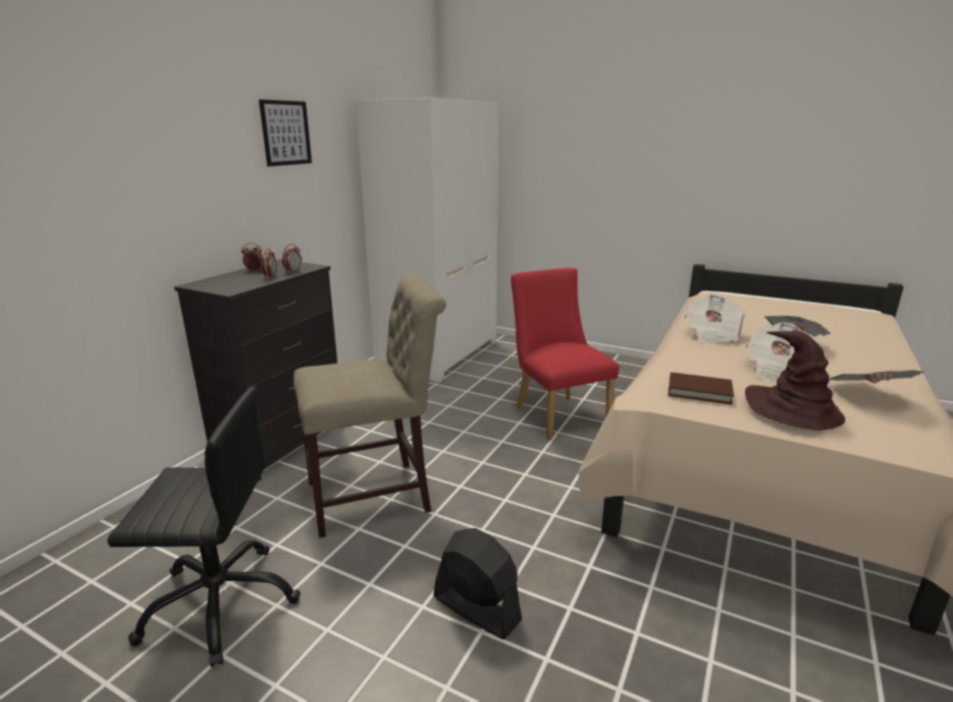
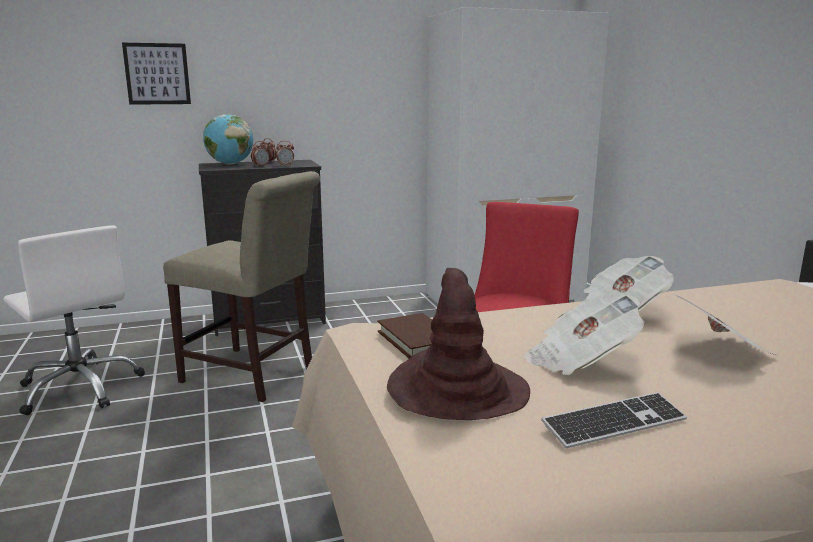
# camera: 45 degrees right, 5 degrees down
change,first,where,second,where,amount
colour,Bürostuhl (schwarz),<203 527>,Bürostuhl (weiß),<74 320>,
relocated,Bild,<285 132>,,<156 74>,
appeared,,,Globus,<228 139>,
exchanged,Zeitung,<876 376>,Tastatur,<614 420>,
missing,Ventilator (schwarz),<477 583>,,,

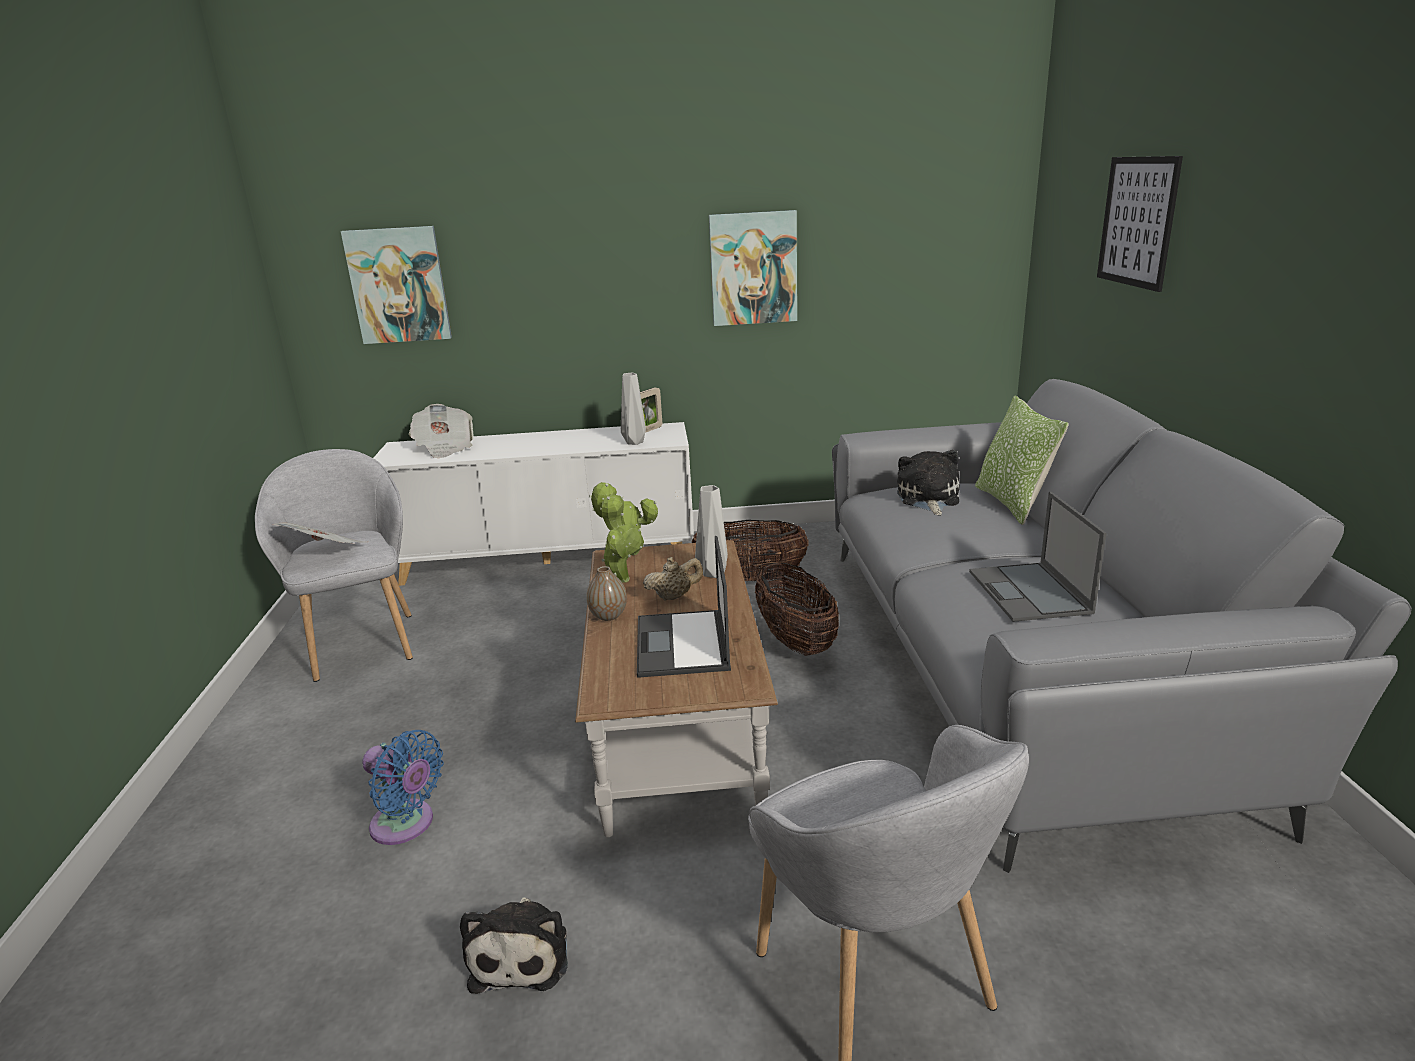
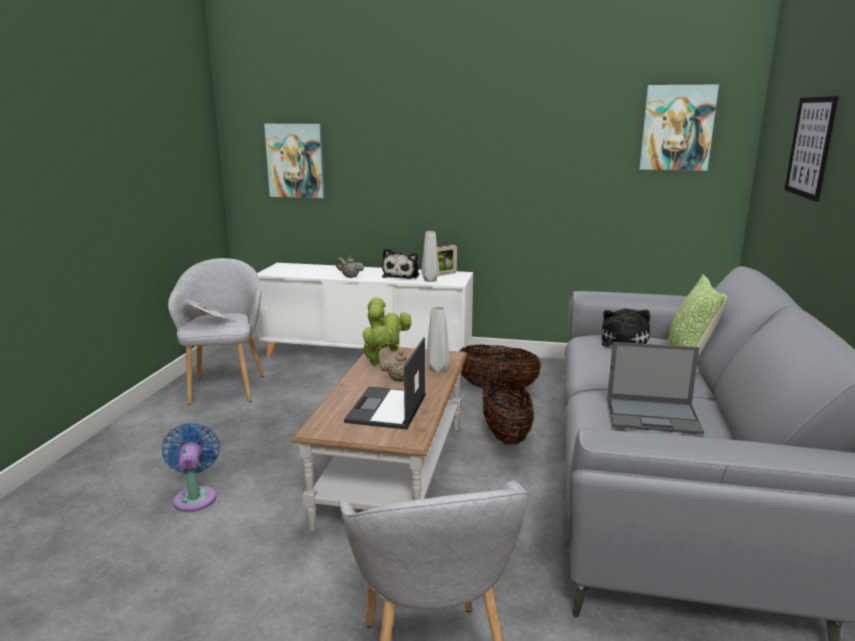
# camera: 15 degrees right, 5 degrees down
change,first,where,second,where,amount
spun,Ventilator (blau),<403 787>,,<191 467>,150 degrees counterclockwise
appeared,,,Teekanne (beige),<350 267>,
relocated,Plüschtier,<514 945>,,<400 263>,
spun,Laptop,<1038 557>,,<655 388>,90 degrees counterclockwise
relocated,Bild,<753 268>,,<679 128>,
missing,Zeitung,<441 431>,,,
missing,Vase,<606 593>,,,

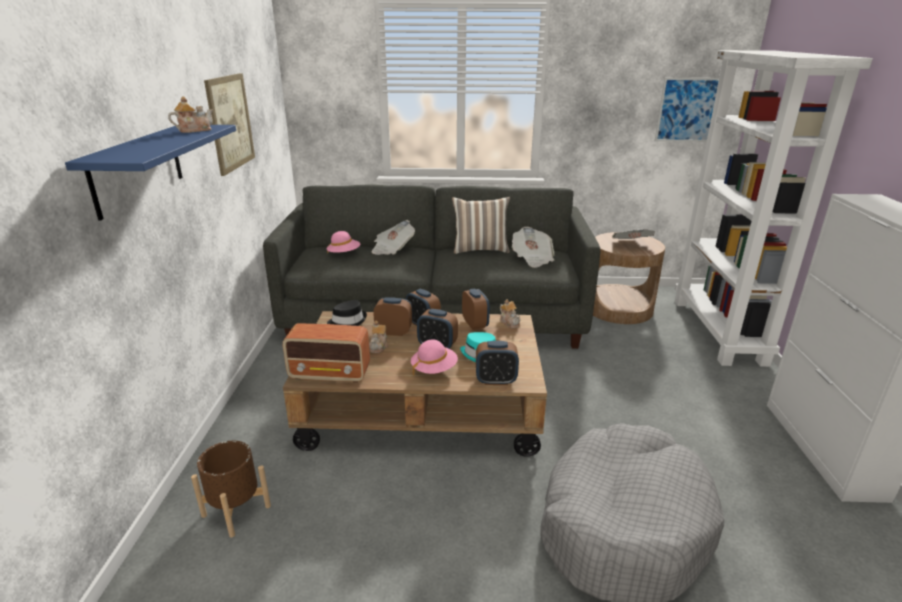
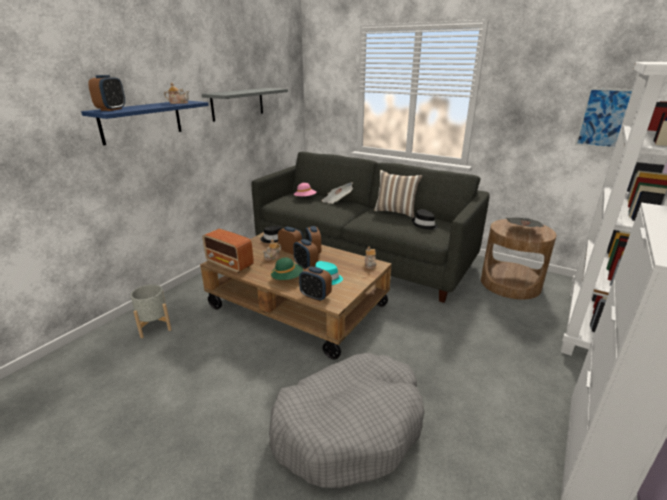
# camera: 30 degrees right, 0 degrees up
change,first,where,second,where,amount
relocated,Wecker,<476 309>,,<106 93>,
colour,Pflanzkübel (braun),<231 489>,Pflanzkübel (grau),<151 311>,
exchanged,Bild,<229 124>,Wandregal (grau),<245 105>,
colour,Hut (rosa),<434 357>,Hut (grün),<287 268>,
exchanged,Zeitung,<533 247>,Hut (schwarz),<425 219>,

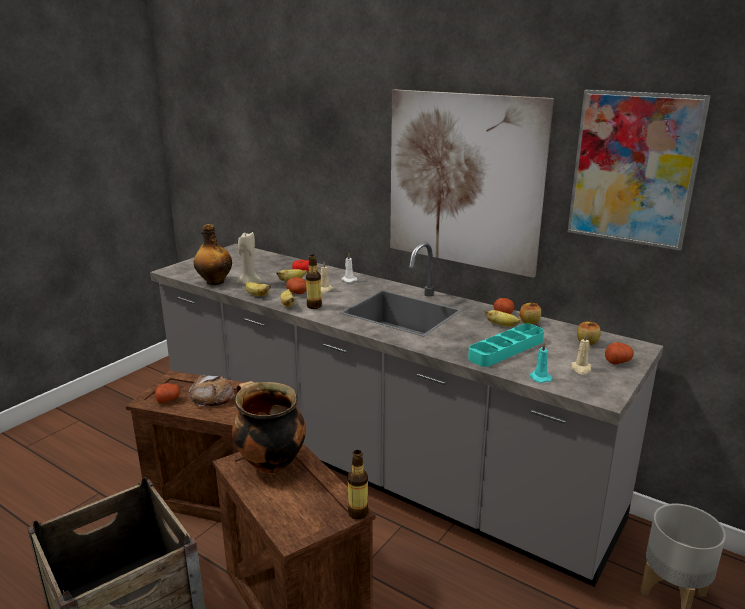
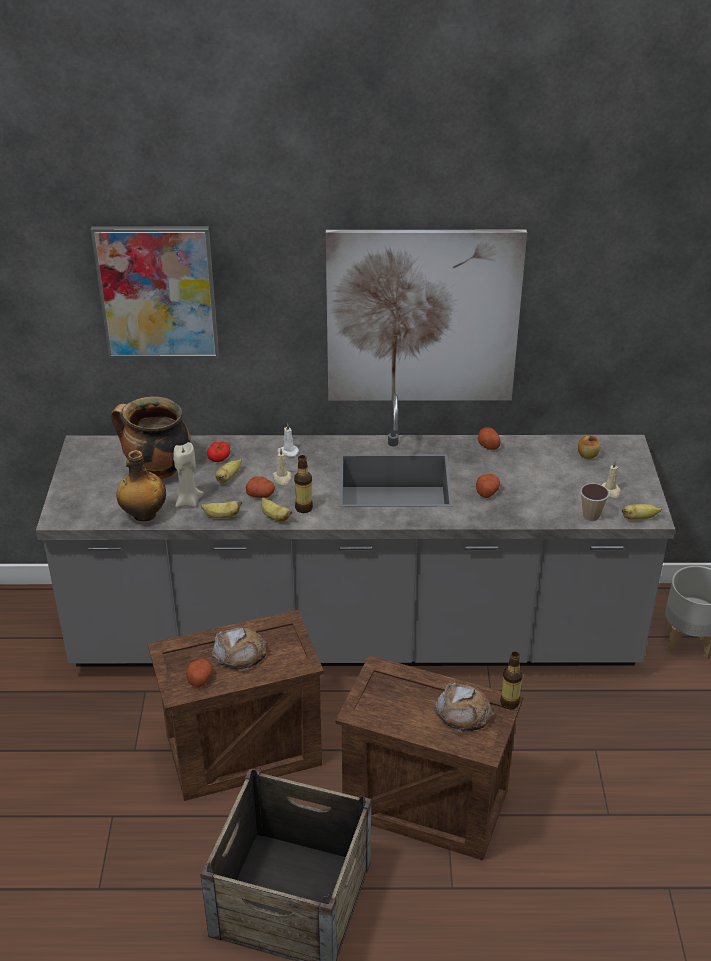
# camera: 35 degrees left, 15 degrees up
change,first,where,second,where,amount
relocated,Bild,<639 170>,,<155 292>,
relocated,Kochtopf,<269 427>,,<150 438>,
appeared,,,Brot,<464 708>,
relocated,Kartoffel,<619 353>,,<488 486>,
exchanged,Kerze (türkis),<541 362>,Tasse,<594 502>,
relocated,Banane,<502 318>,,<642 512>,
missing,Tablett (türkis),<506 345>,,,
missing,Apfel,<530 313>,,,

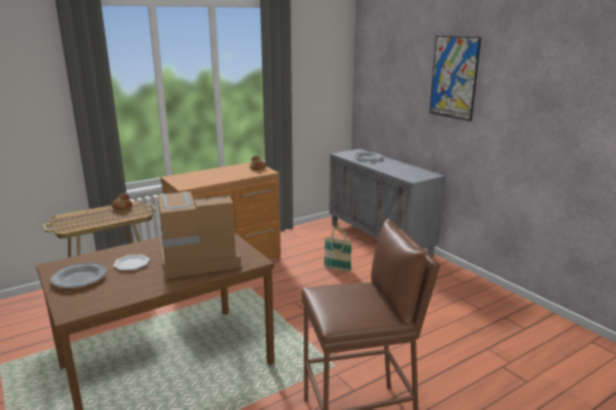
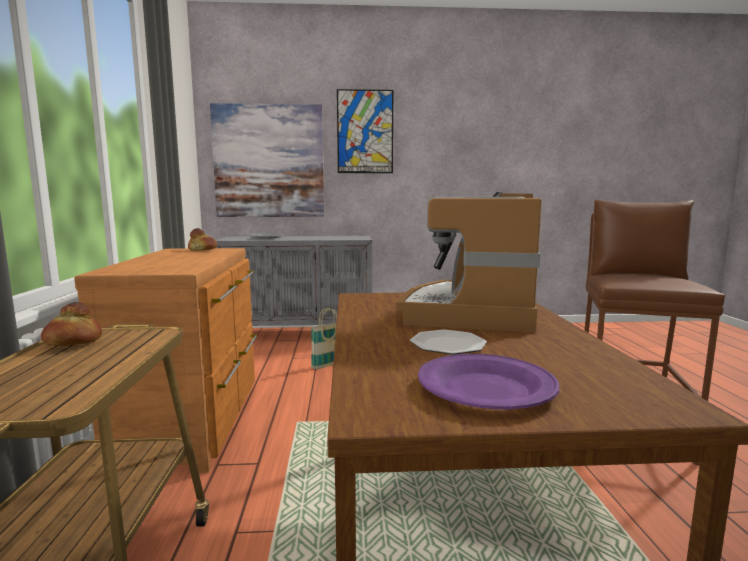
# camera: 60 degrees left, 10 degrees down
change,first,where,second,where,amount
appeared,,,Bild,<267 160>,
colour,Teller (grau),<78 275>,Teller (lila),<489 381>,

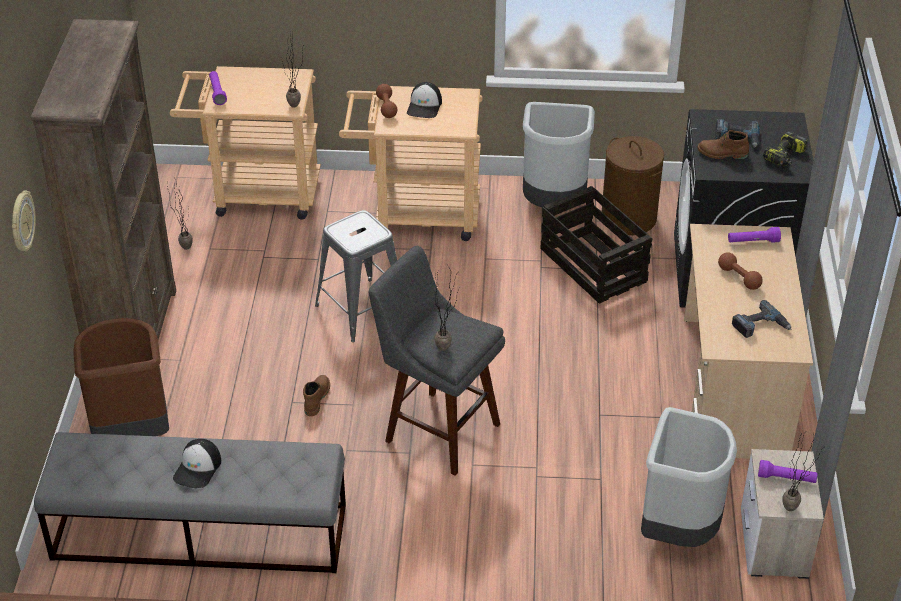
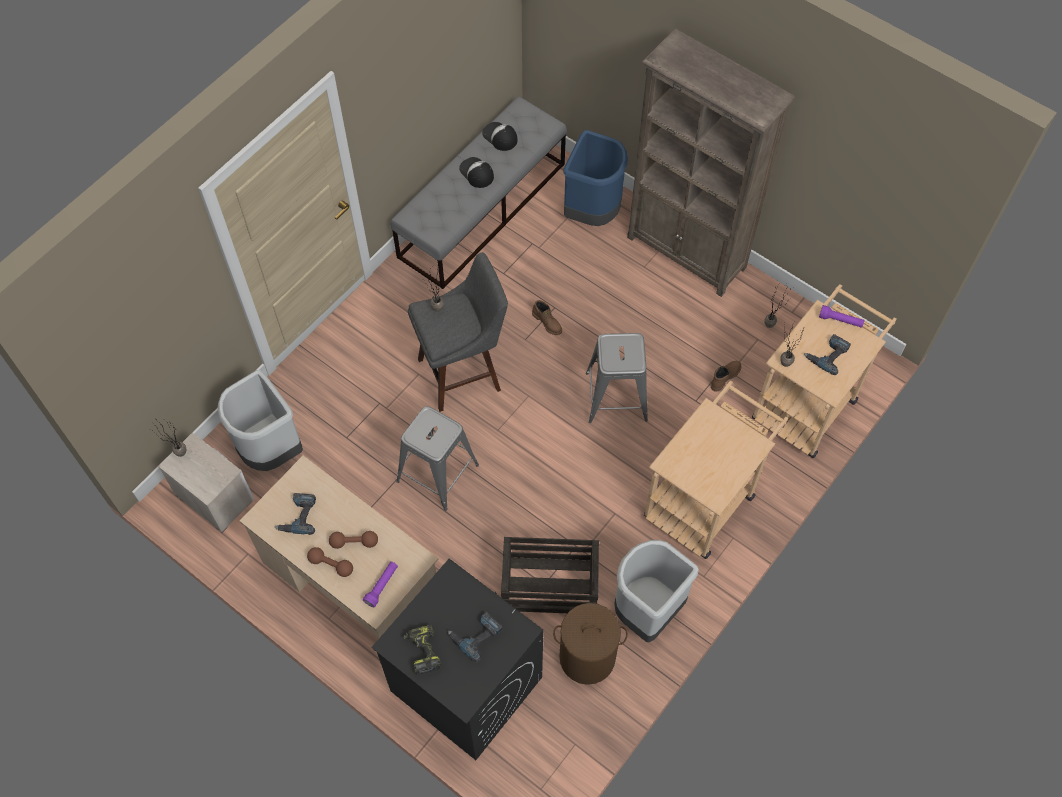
# camera: 125 degrees right, 20 degrees up
change,first,where,second,where,amount
relocated,Hantel (braun),<386 101>,,<330 562>,
appeared,,,Hocker (grau),<437 458>,
relocated,Kappe,<424 100>,,<500 136>,
colour,Mülleimer (braun),<121 377>,Mülleimer (blau),<595 178>,
relocated,Stiefel (braun),<723 144>,,<726 376>,
appeared,,,Bohrmaschine,<827 354>,
missing,Wanduhr,<24 221>,,,
missing,Taschenlampe (lila),<787 471>,,,

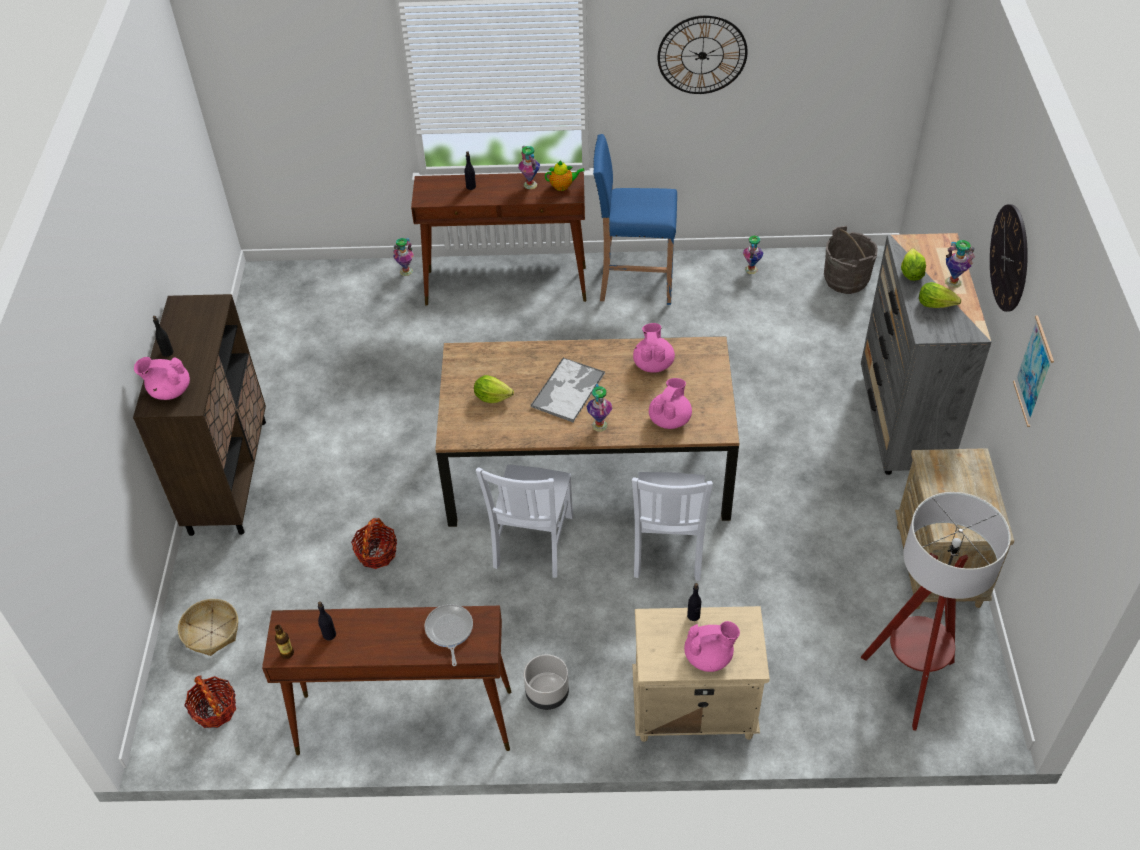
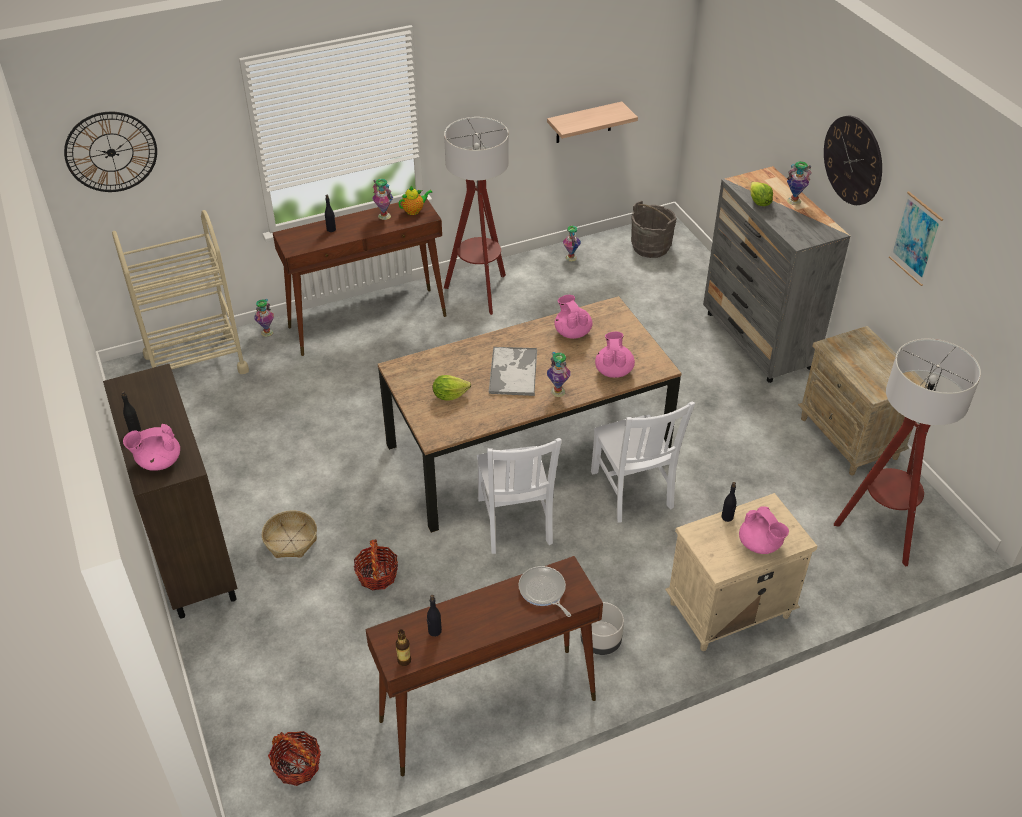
# camera: 25 degrees left, 5 degrees down
change,first,where,second,where,amount
relocated,Wanduhr,<703 54>,,<110 152>,
appeared,,,Rollwagen (beige),<180 292>,
relocated,Korb,<208 627>,,<289 534>,
exchanged,Hocker (blau),<635 219>,Stehlampe,<476 216>,
appeared,,,Wandregal,<592 122>,
spun,Teekanne (rosa),<712 646>,,<764 530>,90 degrees clockwise
missing,Salatkopf,<940 295>,,,

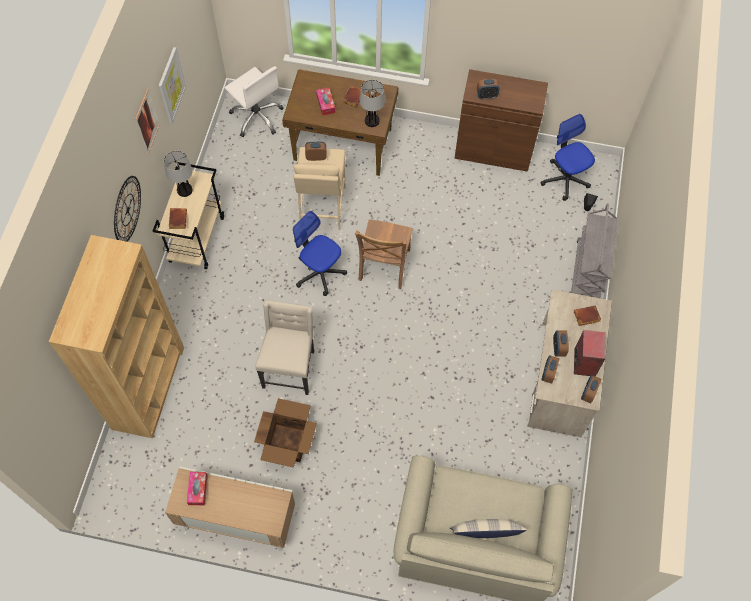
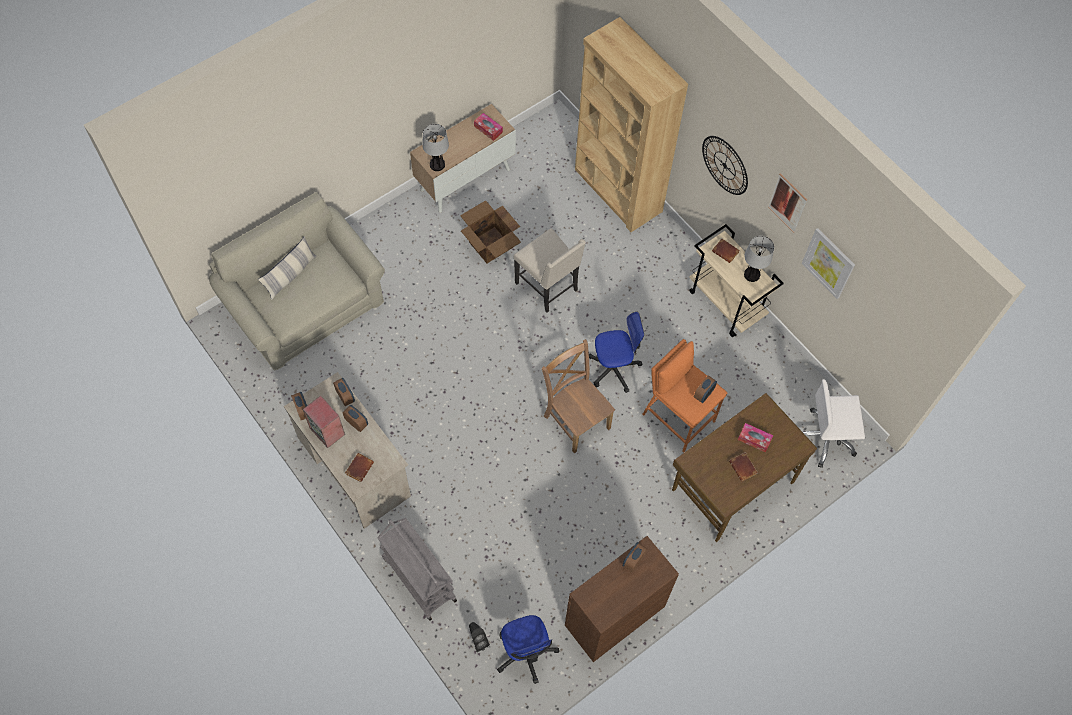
# camera: 130 degrees right, 0 degrees up
change,first,where,second,where,amount
relocated,Tischlampe,<372 103>,,<435 147>,
spun,Bürostuhl,<567 157>,,<528 649>,60 degrees clockwise
colour,Hocker (beige),<319 188>,Hocker (orange),<685 395>,

